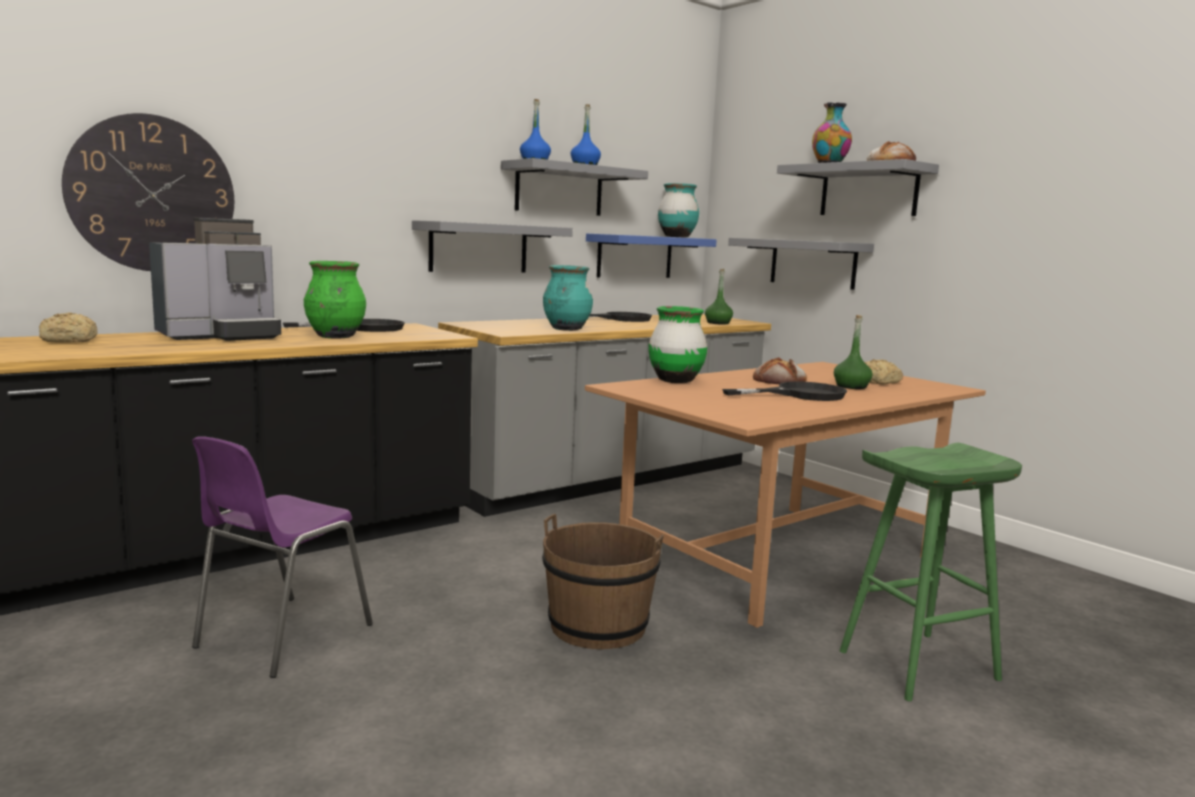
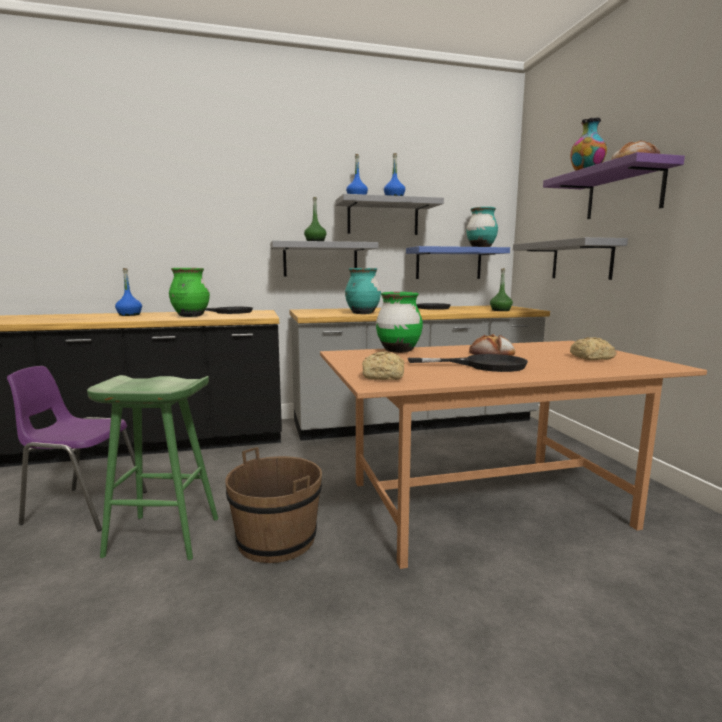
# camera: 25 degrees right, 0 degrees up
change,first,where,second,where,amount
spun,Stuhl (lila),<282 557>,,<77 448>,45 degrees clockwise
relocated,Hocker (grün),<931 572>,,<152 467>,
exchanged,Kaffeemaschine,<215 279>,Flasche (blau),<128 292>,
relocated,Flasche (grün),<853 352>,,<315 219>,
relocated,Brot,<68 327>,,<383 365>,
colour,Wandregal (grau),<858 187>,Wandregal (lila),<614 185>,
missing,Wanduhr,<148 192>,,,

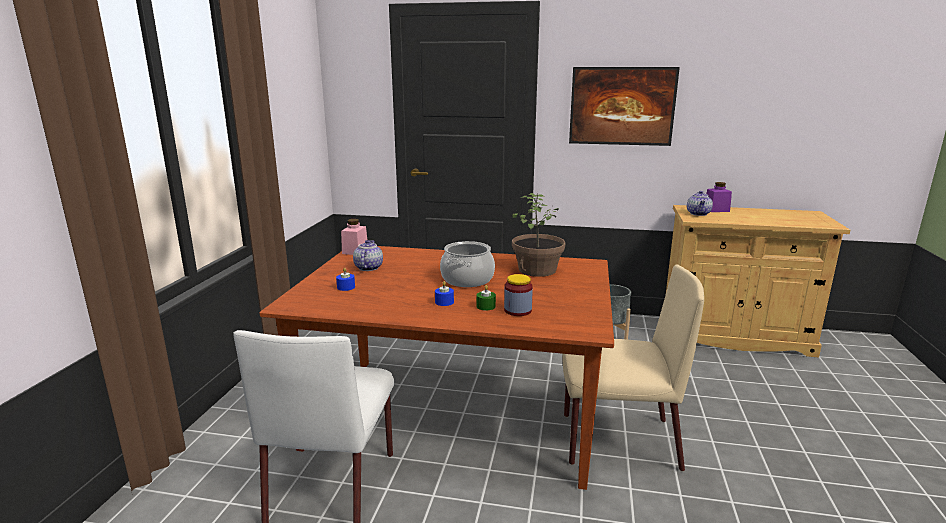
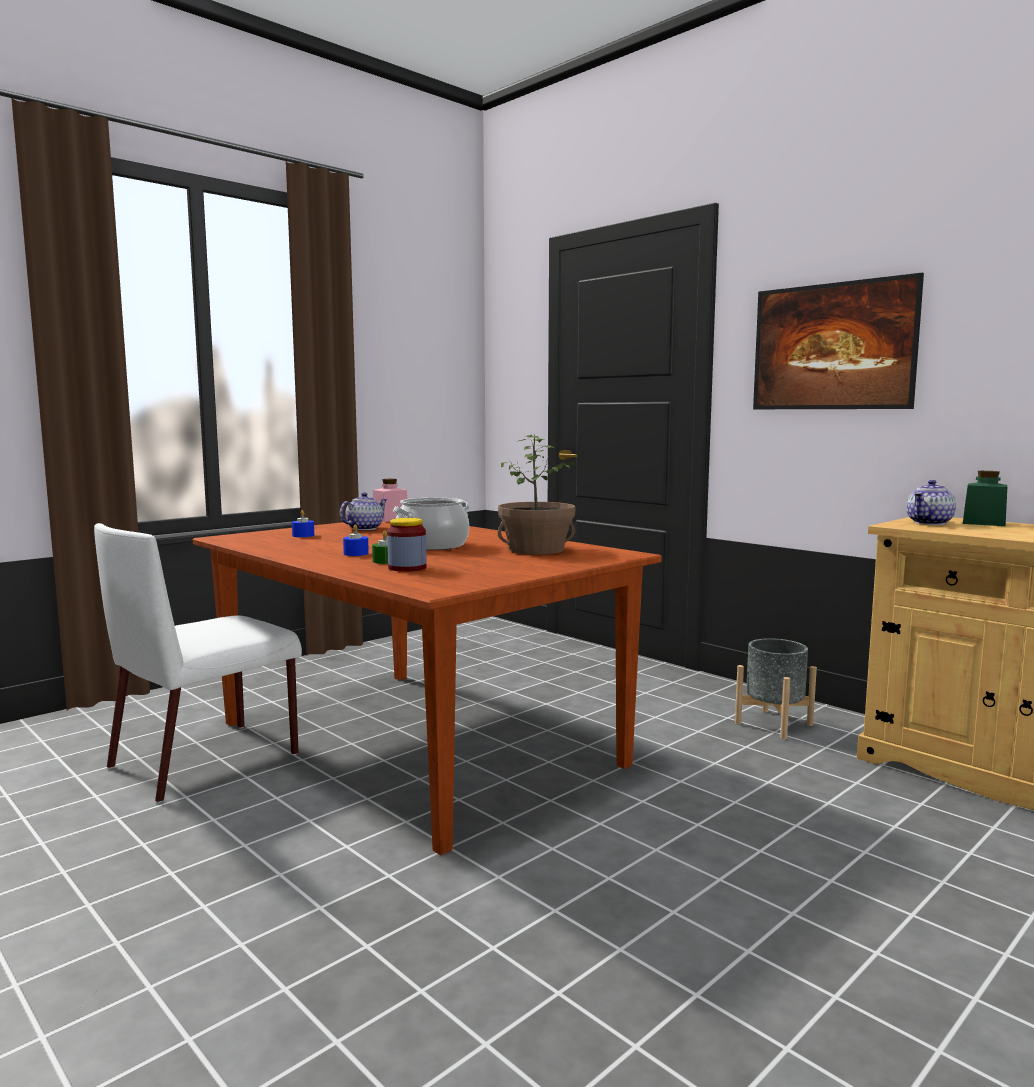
# camera: 35 degrees right, 10 degrees down
change,first,where,second,where,amount
colour,Vorratsglas (lila),<719 197>,Vorratsglas (grün),<985 498>,
missing,Stuhl (beige),<633 367>,,,

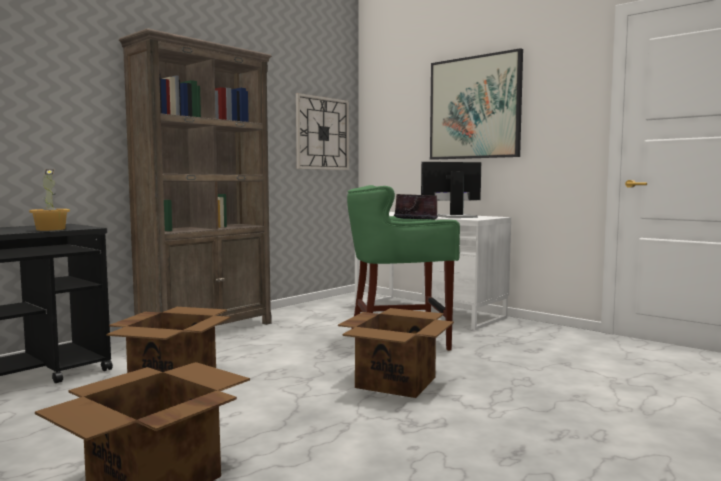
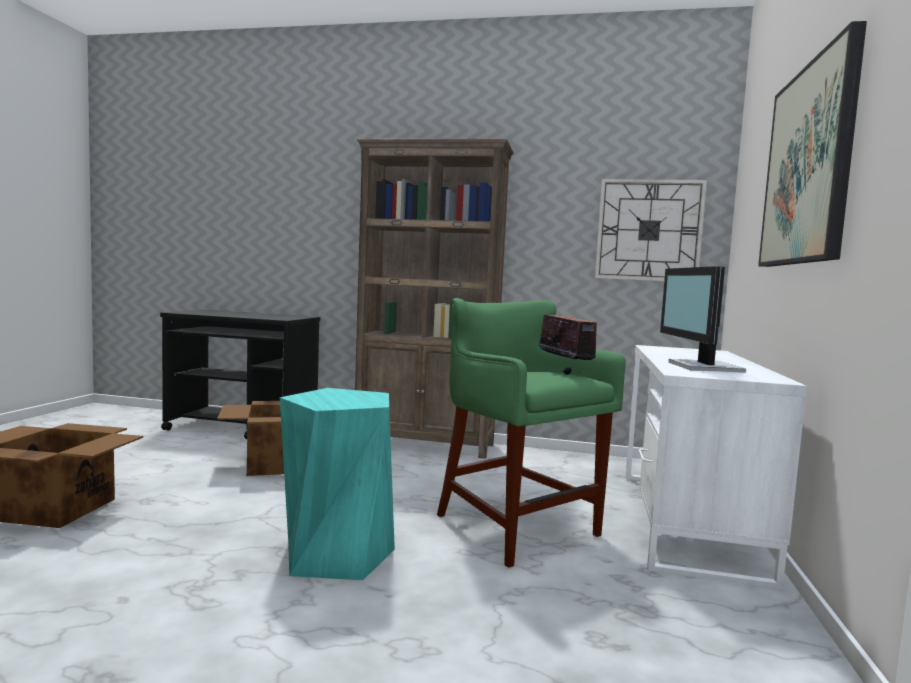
# camera: 60 degrees right, 0 degrees up
change,first,where,second,where,amount
exchanged,Karton,<396 353>,Hocker (türkis),<337 484>,
spun,Monitor,<451 190>,,<703 319>,135 degrees counterclockwise
missing,Topfpflanze,<49 200>,,,

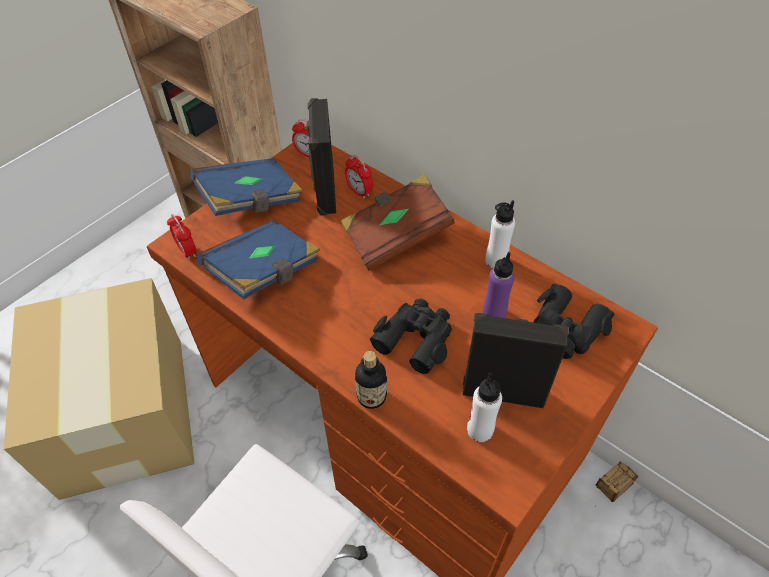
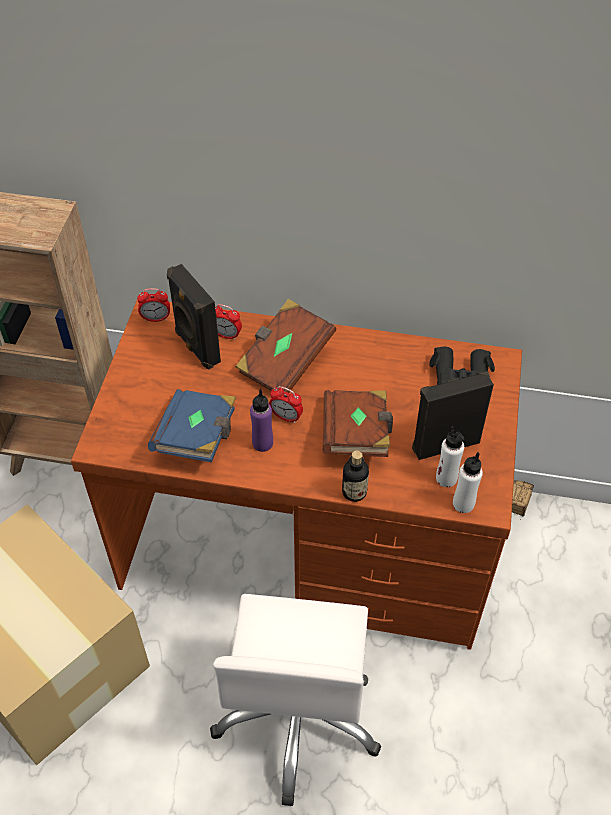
# camera: 30 degrees left, 0 degrees up
change,first,where,second,where,amount
relocated,Flasche (lila),<499 285>,,<261 420>,
relocated,Wecker,<182 237>,,<286 404>,
exchanged,Fernglas (schwarz),<411 336>,Buch (braun),<358 423>,
relocated,Flasche (weiß),<500 234>,,<468 482>,
missing,Buch (blau),<246 187>,,,

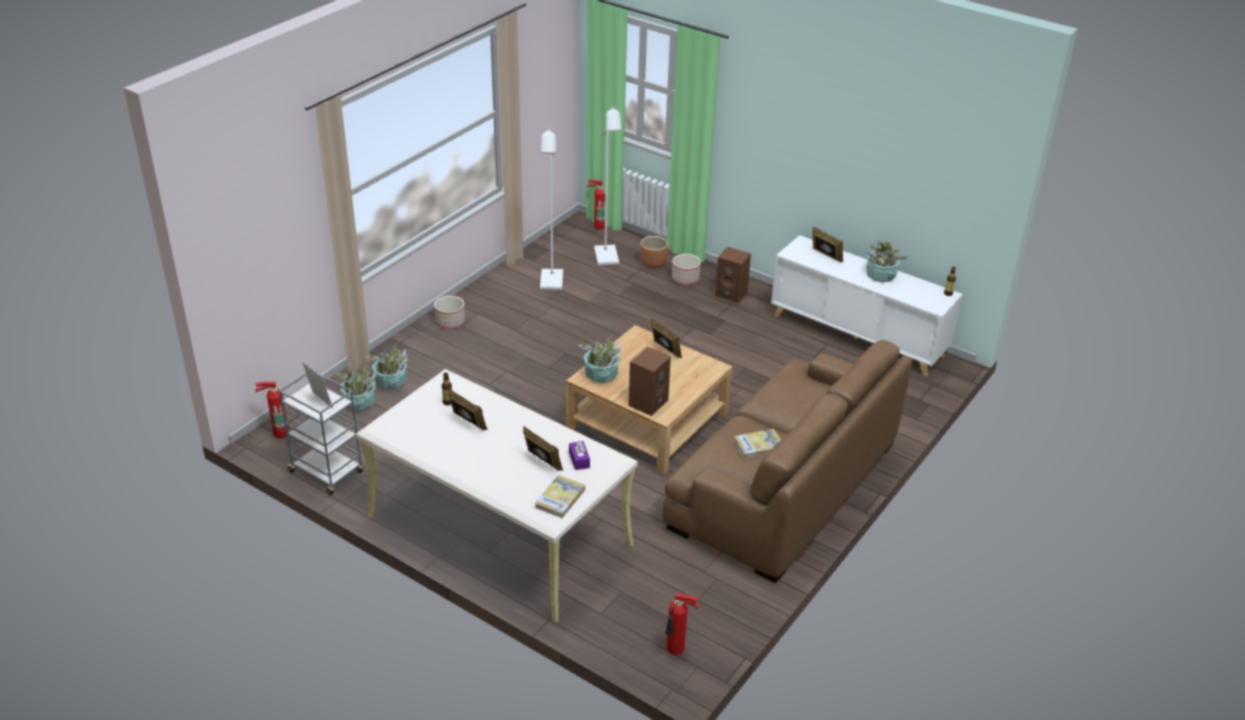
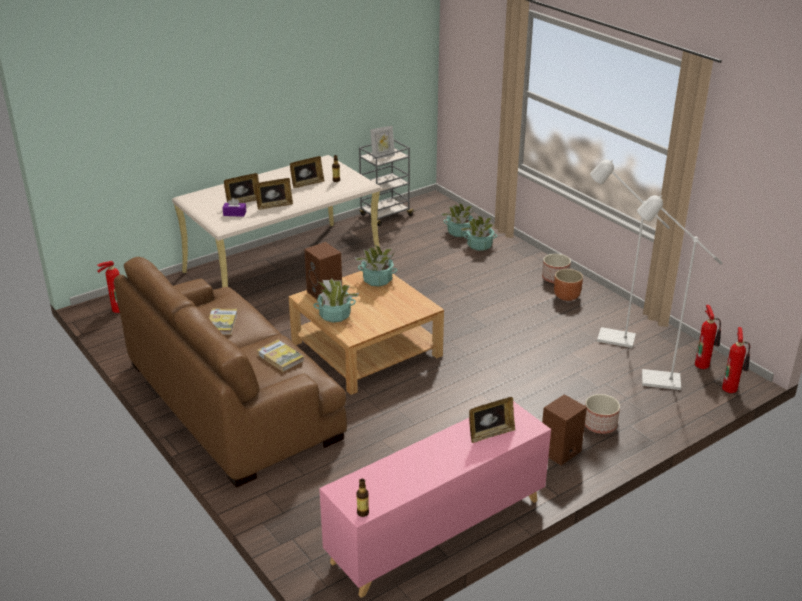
# camera: 110 degrees right, 5 degrees down
change,first,where,second,where,amount
relocated,Bilderrahmen,<666 338>,,<274 194>,
relocated,Buch,<560 496>,,<280 356>,
relocated,Topfpflanze,<888 261>,,<336 300>,
colour,Schrank (weiß),<867 305>,Schrank (rosa),<435 499>,
relocated,Pflanzkübel (braun),<654 252>,,<568 285>,
relocated,Feuerlöscher,<272 410>,,<708 337>,

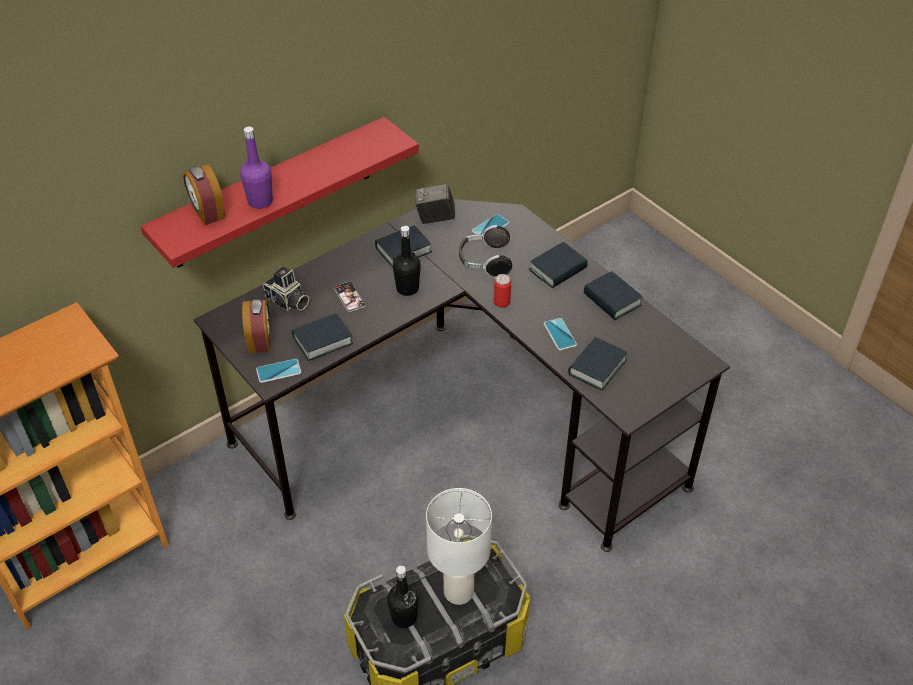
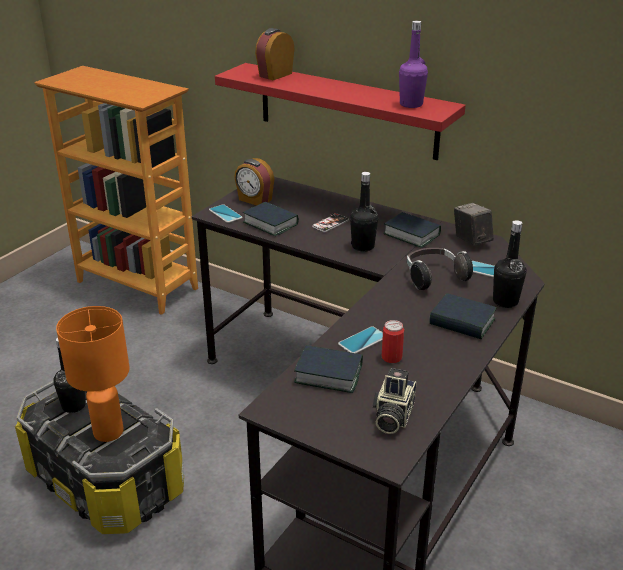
# camera: 70 degrees right, 15 degrees down
change,first,where,second,where,amount
colour,Tischlampe (weiß),<459 546>,Tischlampe (orange),<92 374>,
spun,Wecker,<256 326>,,<254 182>,60 degrees clockwise
relocated,Kamera,<285 289>,,<394 401>,
relocated,Dose,<502 291>,,<393 341>,
relocated,Flasche (lila),<256 167>,,<413 64>,
appeared,,,Flasche (schwarz),<509 264>,
missing,Buch,<612 295>,,,

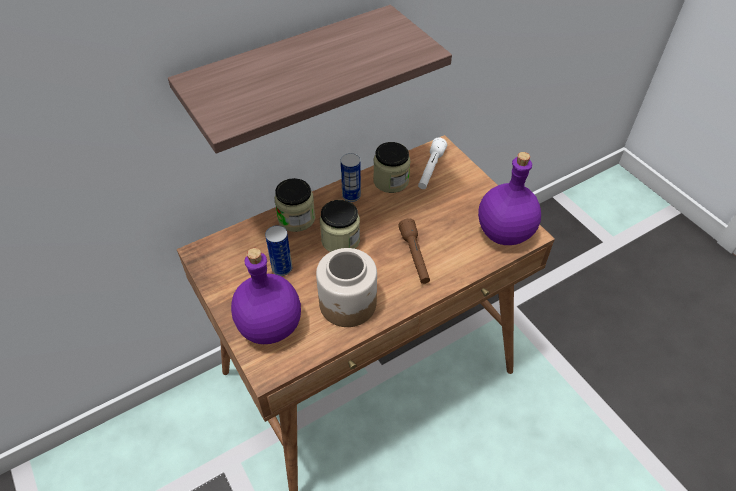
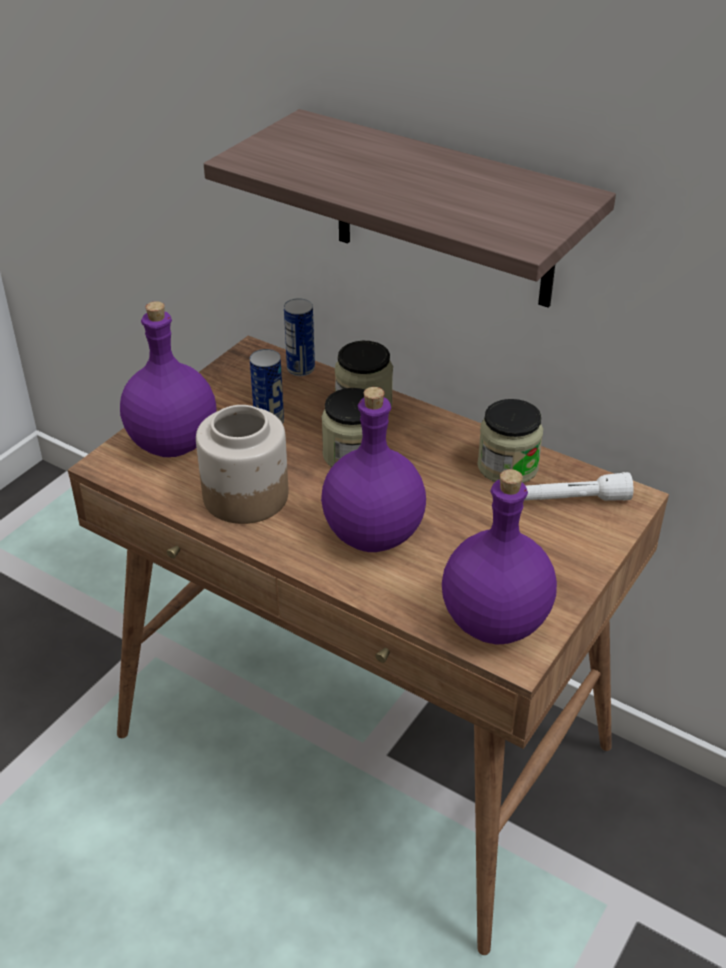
# camera: 65 degrees right, 10 degrees down
change,first,where,second,where,amount
relocated,Dose,<351 177>,,<299 337>,
exchanged,Taschenlampe (braun),<414 251>,Flasche (lila),<373 469>,

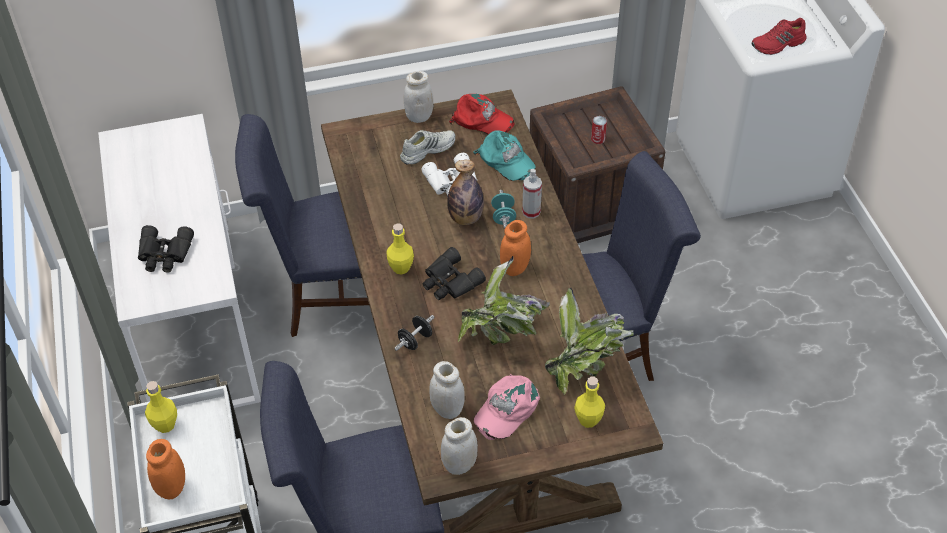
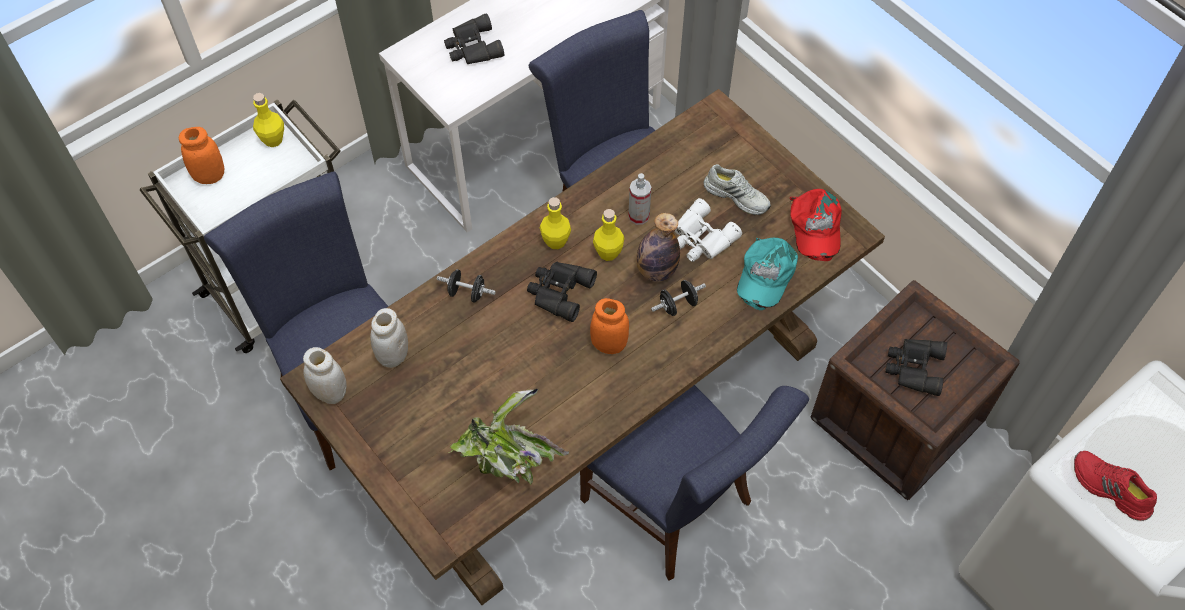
# camera: 65 degrees right, 10 degrees up
change,first,where,second,where,amount
relocated,Flasche (gelb),<589 402>,,<608 235>,
relocated,Sprühflasche,<532 194>,,<639 199>,
colour,Hantel (türkis),<503 209>,Hantel (schwarz),<678 298>,
exchanged,Dose,<599 130>,Fernglas (schwarz),<916 367>,
missing,Vorratsglas (weiß),<418 97>,,,
missing,Topfpflanze,<503 300>,,,
missing,Kappe (rosa),<507 407>,,,

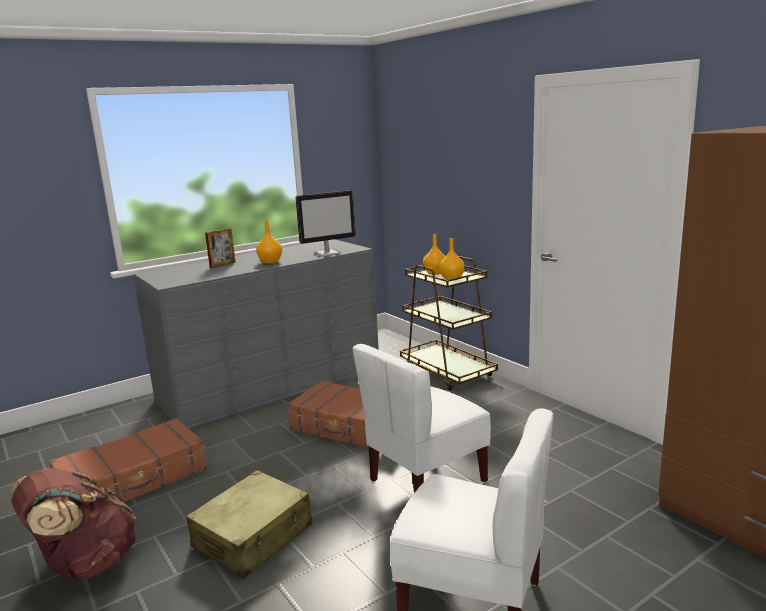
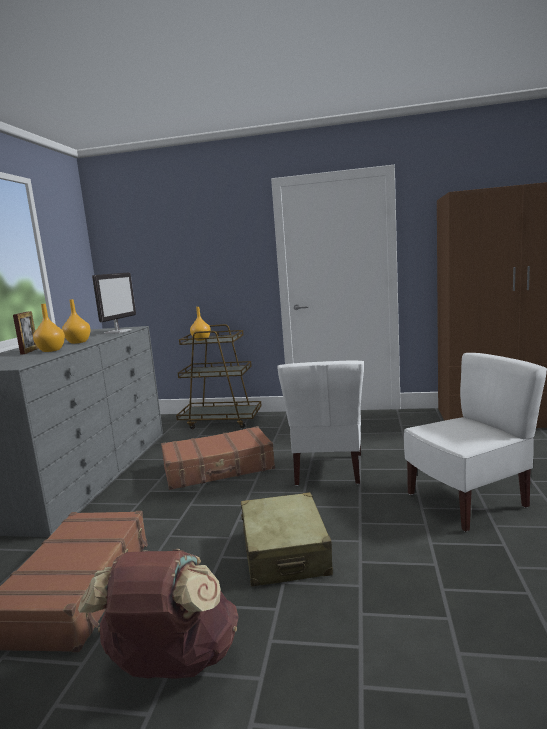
# camera: 45 degrees left, 5 degrees down
change,first,where,second,where,amount
relocated,Vase (orange),<452 259>,,<49 328>,

